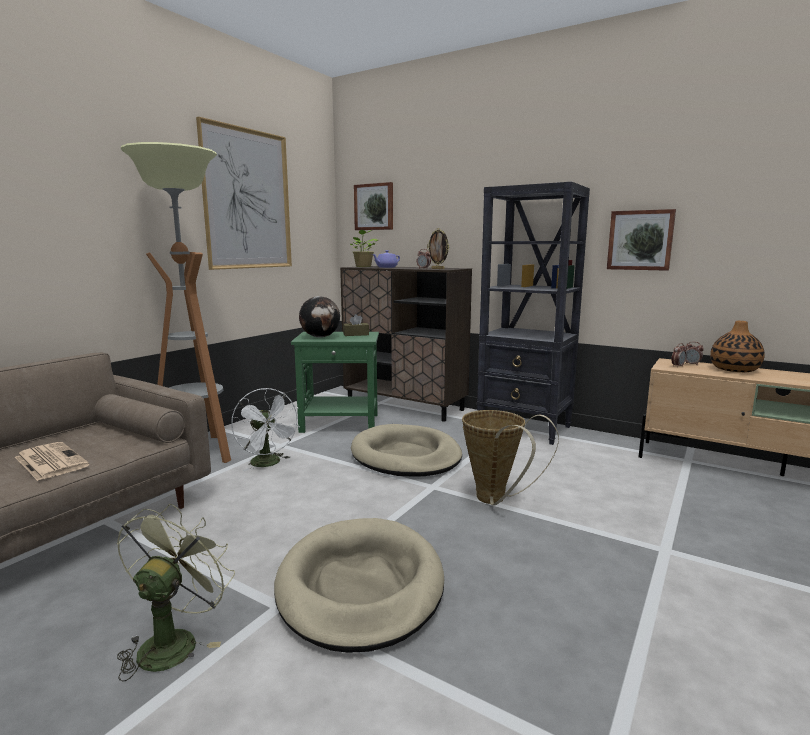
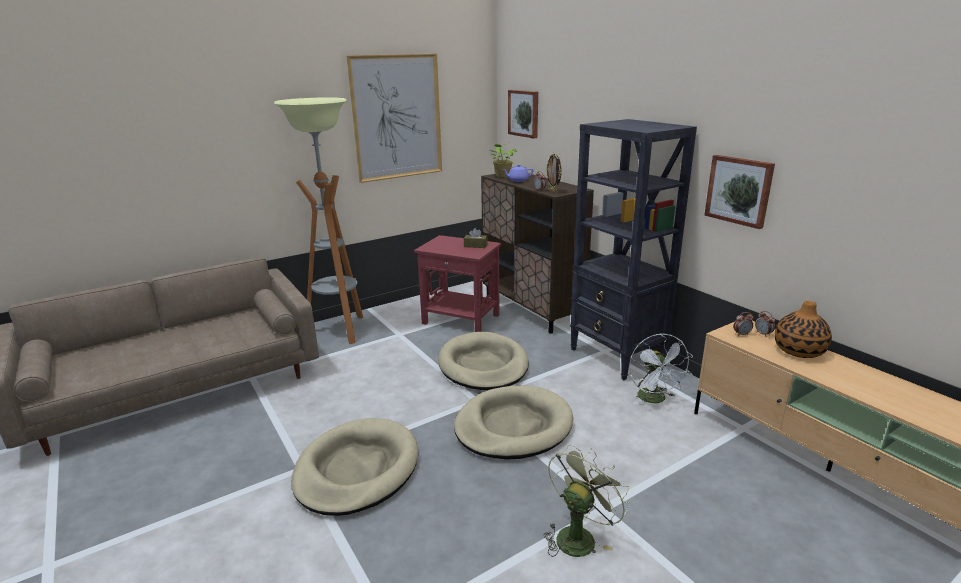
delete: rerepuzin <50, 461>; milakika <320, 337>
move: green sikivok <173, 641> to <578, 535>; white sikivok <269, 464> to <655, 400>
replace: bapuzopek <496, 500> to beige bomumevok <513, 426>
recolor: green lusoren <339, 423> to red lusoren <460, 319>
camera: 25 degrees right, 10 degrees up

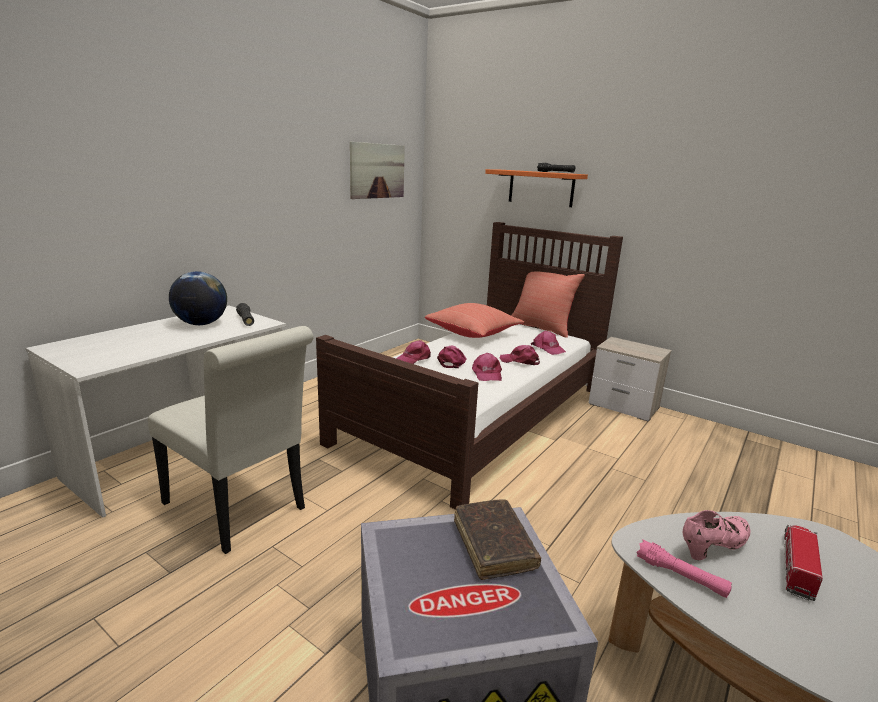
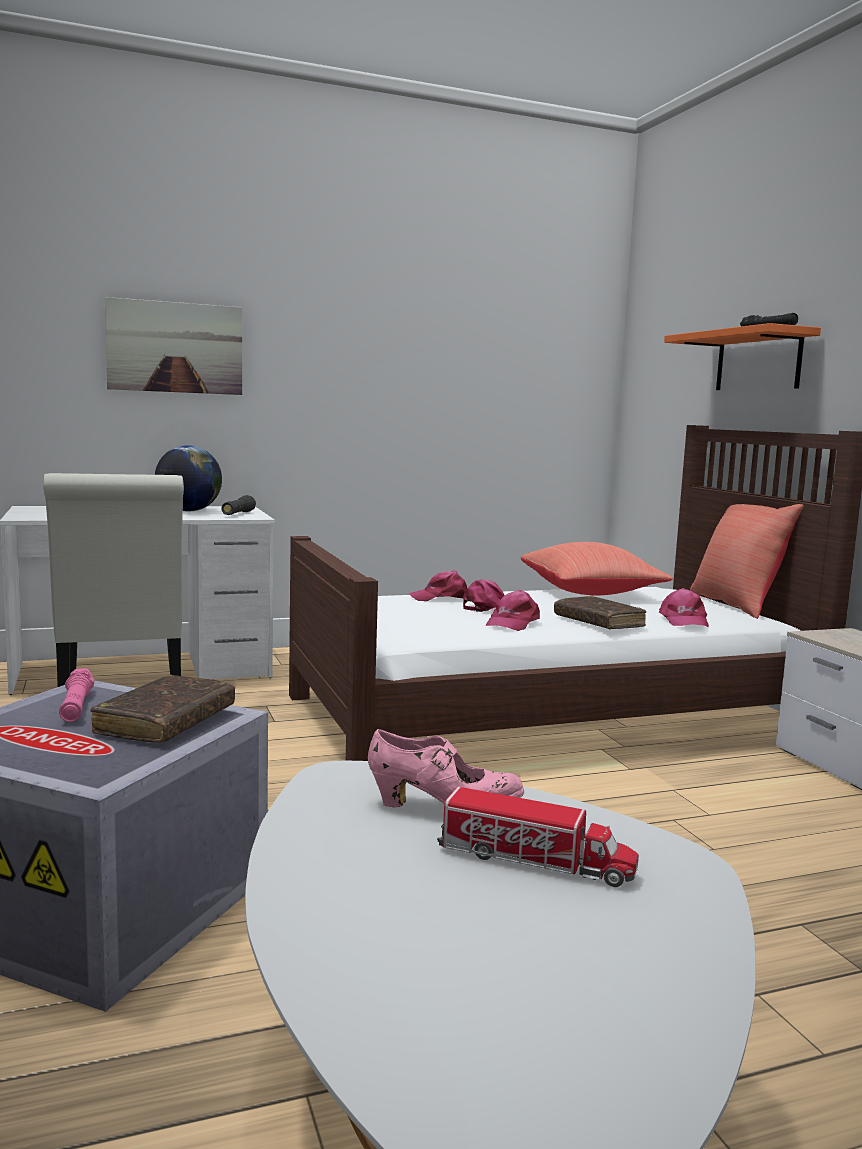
move: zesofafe <377, 171> to <175, 347>; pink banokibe <681, 576> to <76, 706>
replace: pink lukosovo <520, 361> to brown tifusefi <598, 622>
rotate: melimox <797, 566> = <535, 861> 45 degrees clockwise
camera: 35 degrees right, 10 degrees down

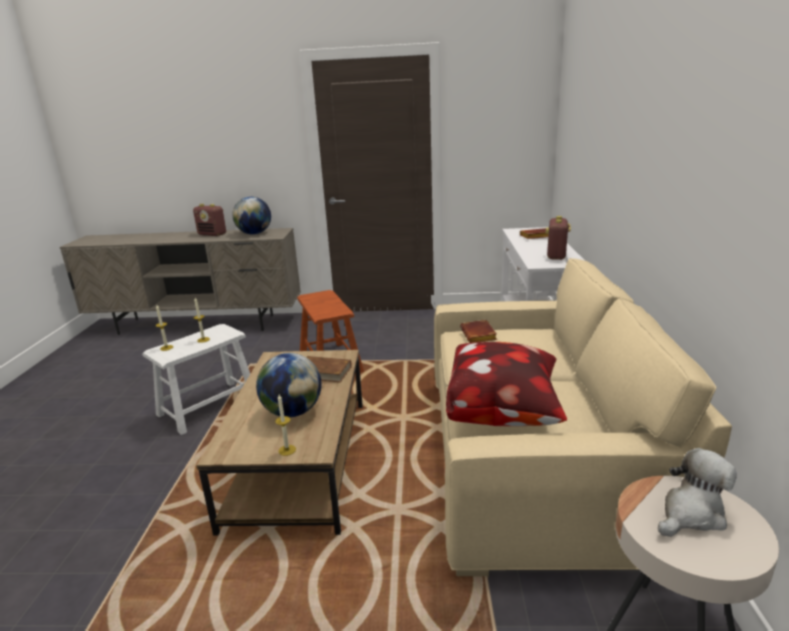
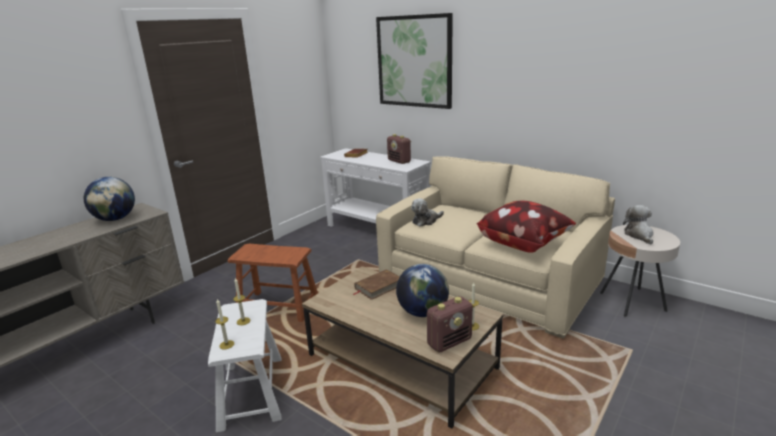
insert: zesofafe <414, 61>
move: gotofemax <212, 234> to <449, 342>
replace: brown tifusefi <479, 335> to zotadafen <426, 221>
camera: 55 degrees left, 0 degrees up

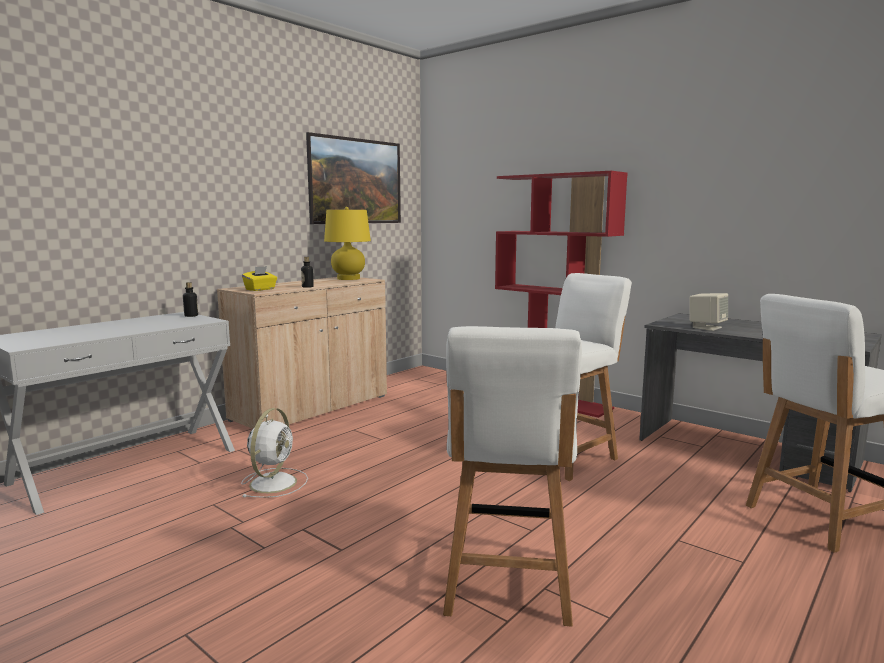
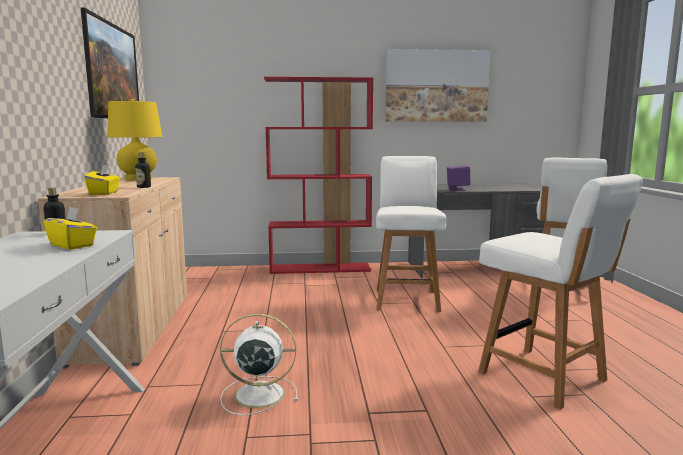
insert: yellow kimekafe <72, 245>; zesofafe <436, 86>
recolor: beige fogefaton <706, 327> to purple fogefaton <457, 189>
rotate: white sikivok <274, 482> = <257, 394> 60 degrees counterclockwise
camera: 45 degrees left, 0 degrees up

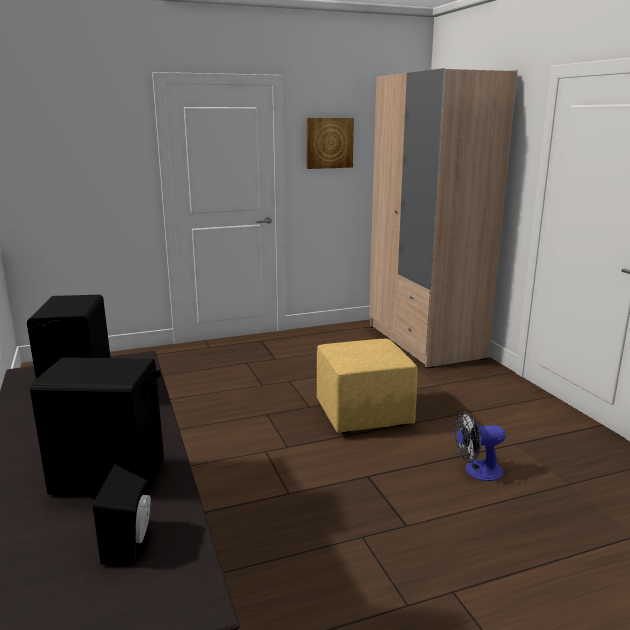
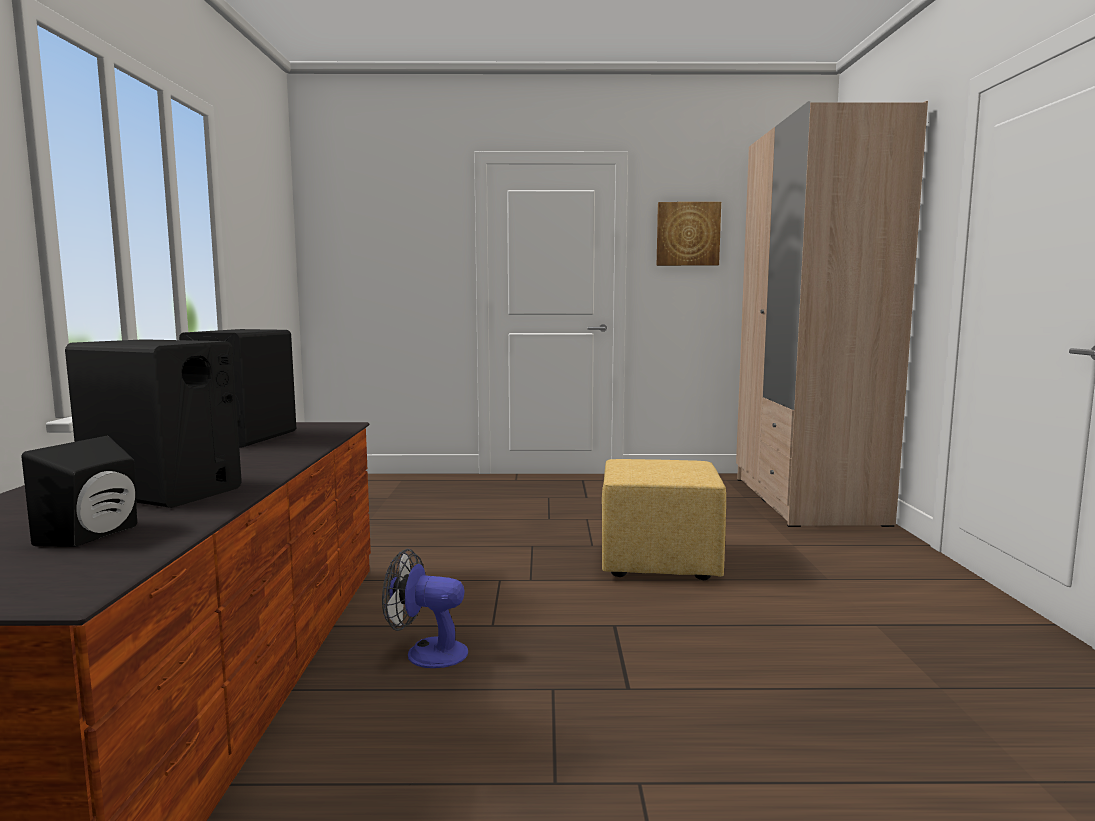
move: sikivok <477, 471> to <426, 652>
camera: 20 degrees right, 10 degrees down

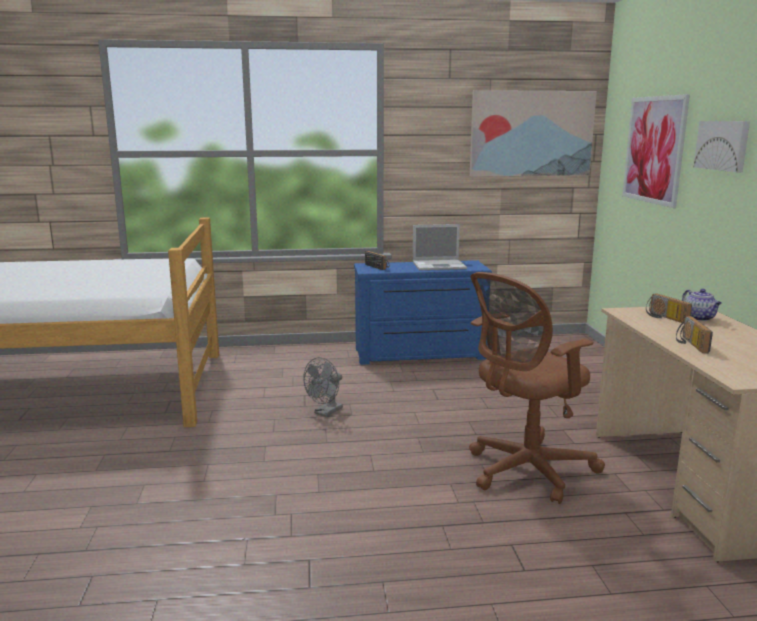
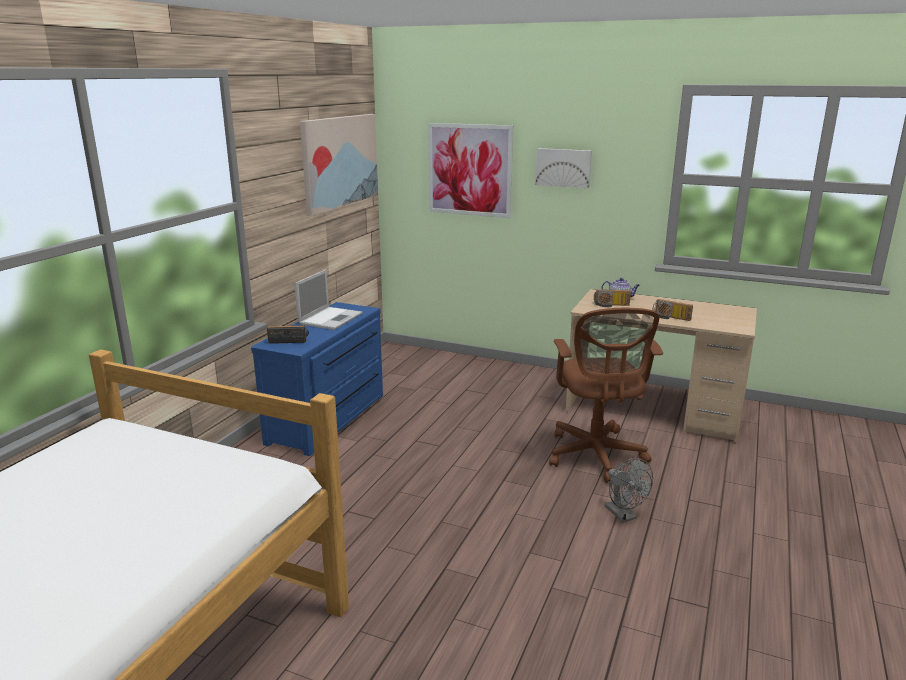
move: grey sikivok <325, 412> to <624, 515>
camera: 60 degrees left, 5 degrees up

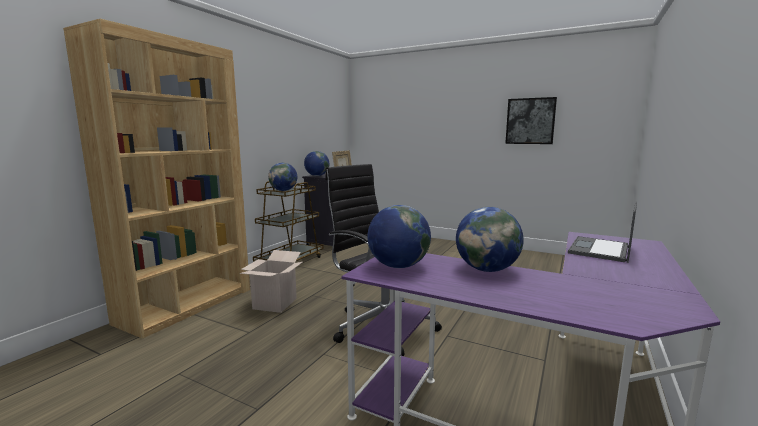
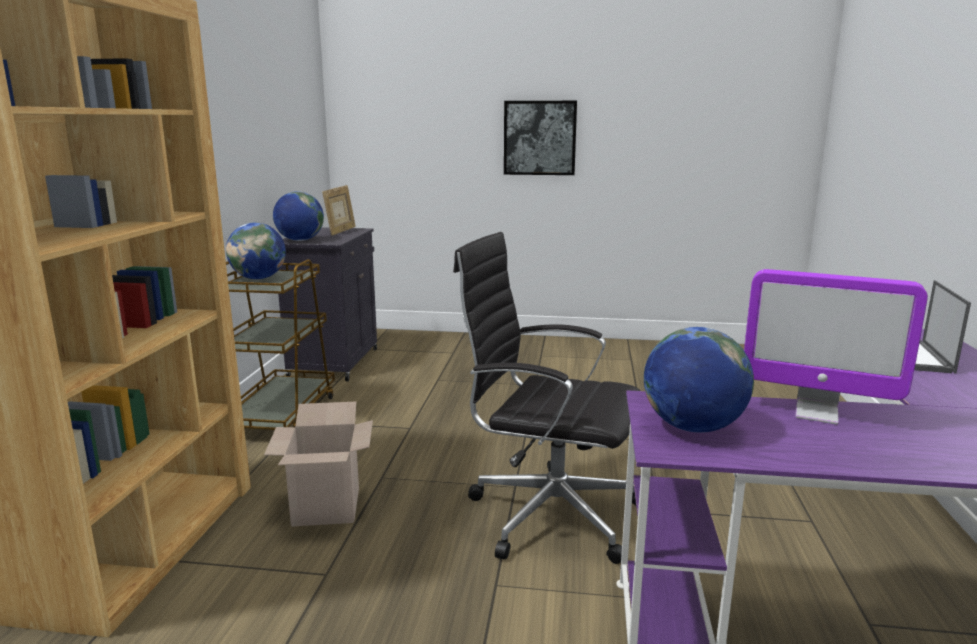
move: zesofafe <530, 121> to <539, 138>
replace: milakika <487, 269> to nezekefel <816, 413>
camera: 20 degrees left, 5 degrees up

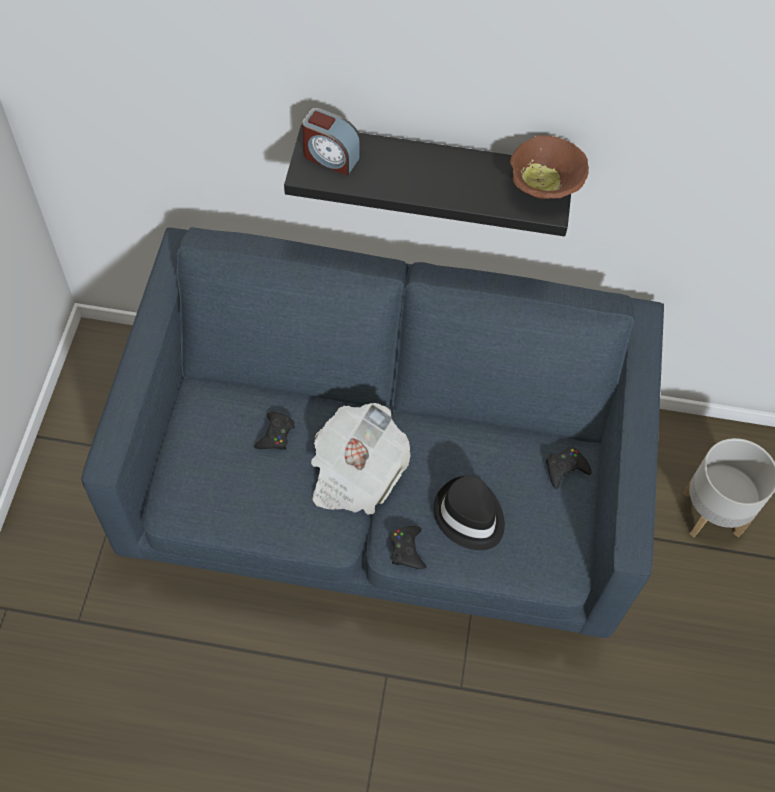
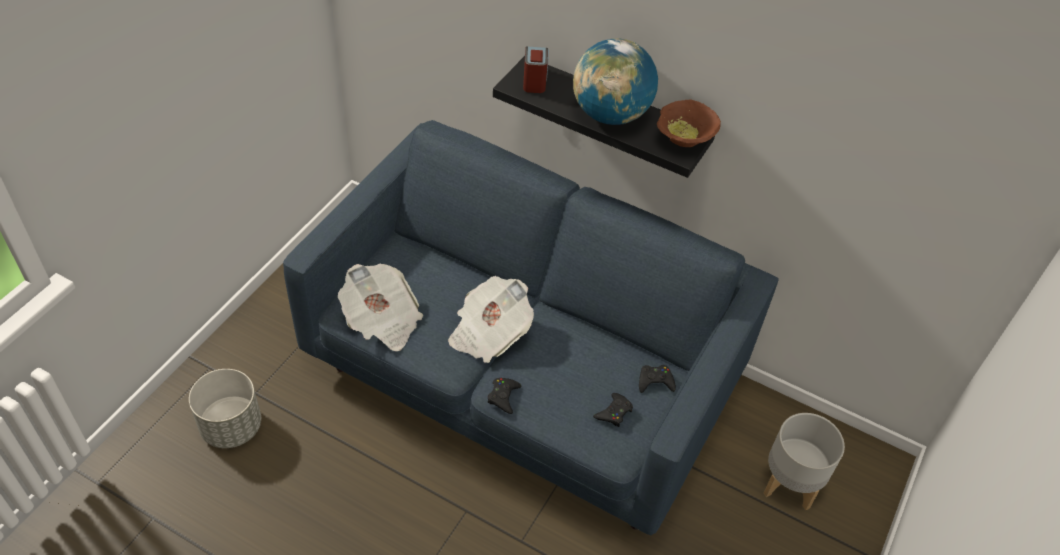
delete: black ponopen <469, 516>
insert: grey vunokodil <231, 426>; rerepuzin <382, 320>; milakika <610, 115>
move: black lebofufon <275, 435> to <614, 412>
rotate: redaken <330, 157> = <535, 80> 135 degrees counterclockwise
camera: 20 degrees right, 10 degrees down

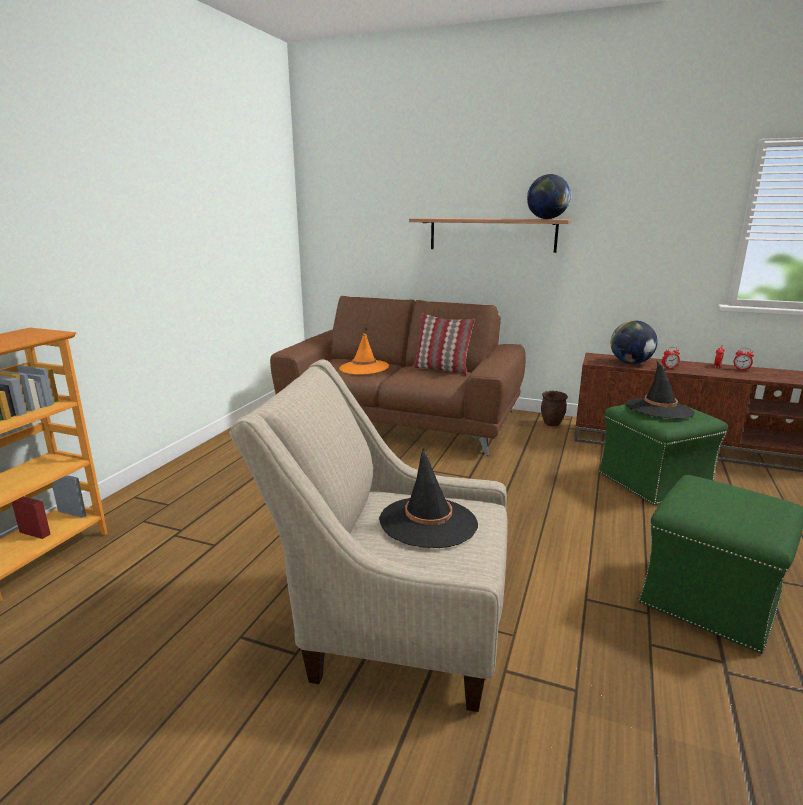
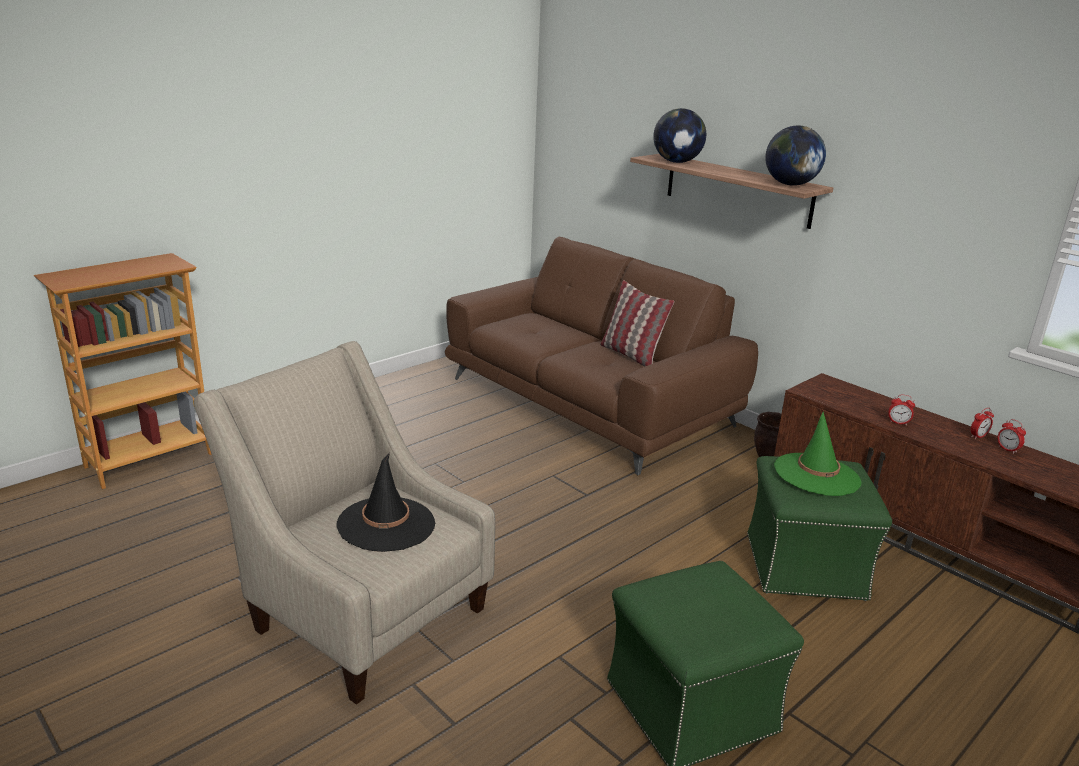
delete: orange ponopen <364, 368>
move: milakika <630, 363> to <677, 162>
recolor: black ponopen <659, 409> to green ponopen <816, 475>
camera: 25 degrees right, 5 degrees up

